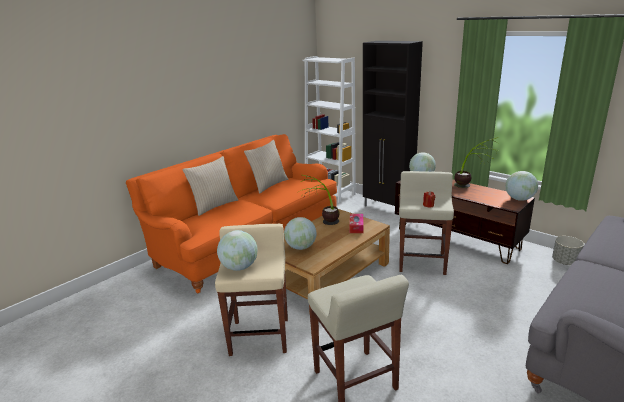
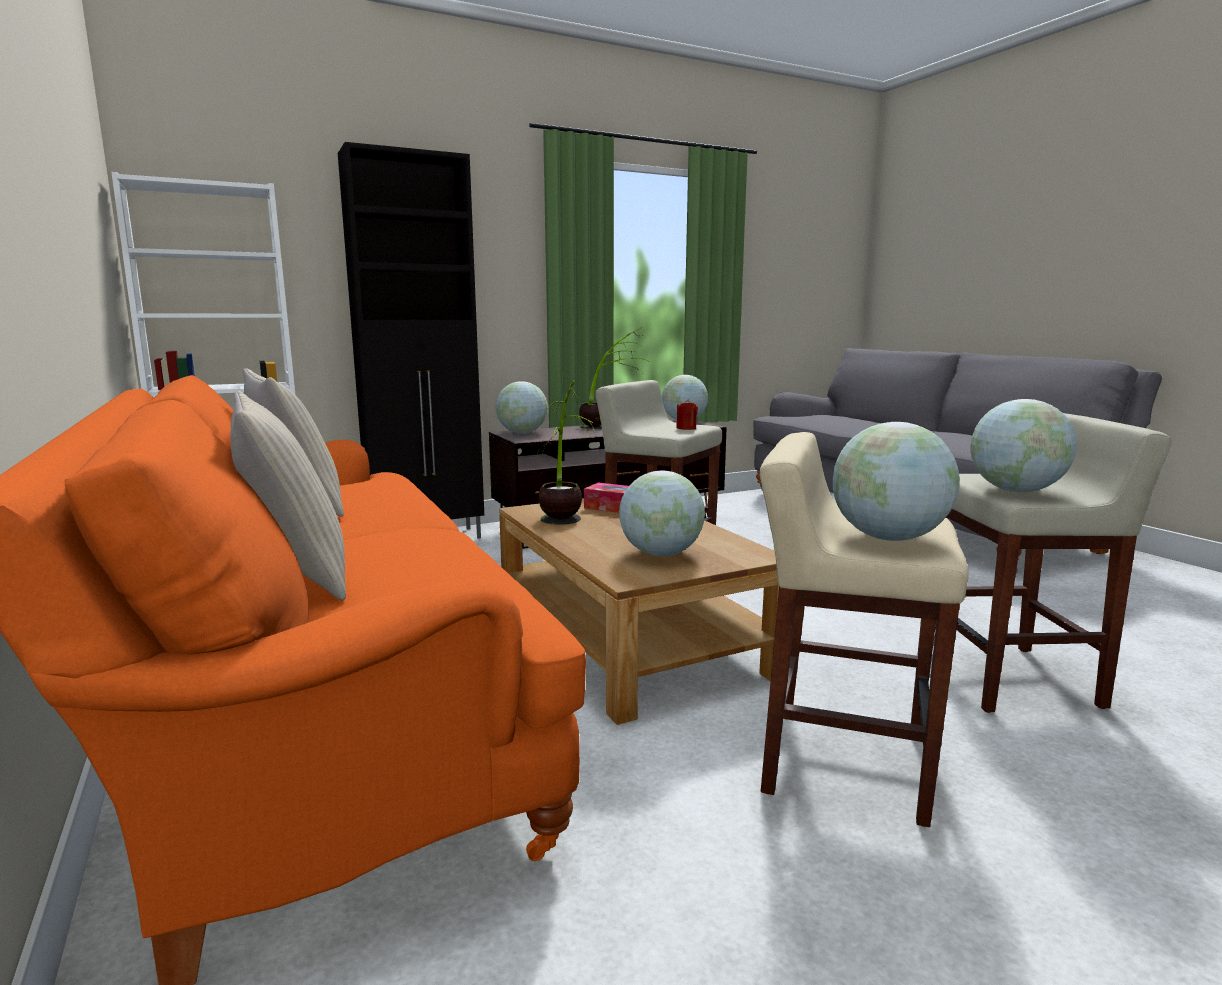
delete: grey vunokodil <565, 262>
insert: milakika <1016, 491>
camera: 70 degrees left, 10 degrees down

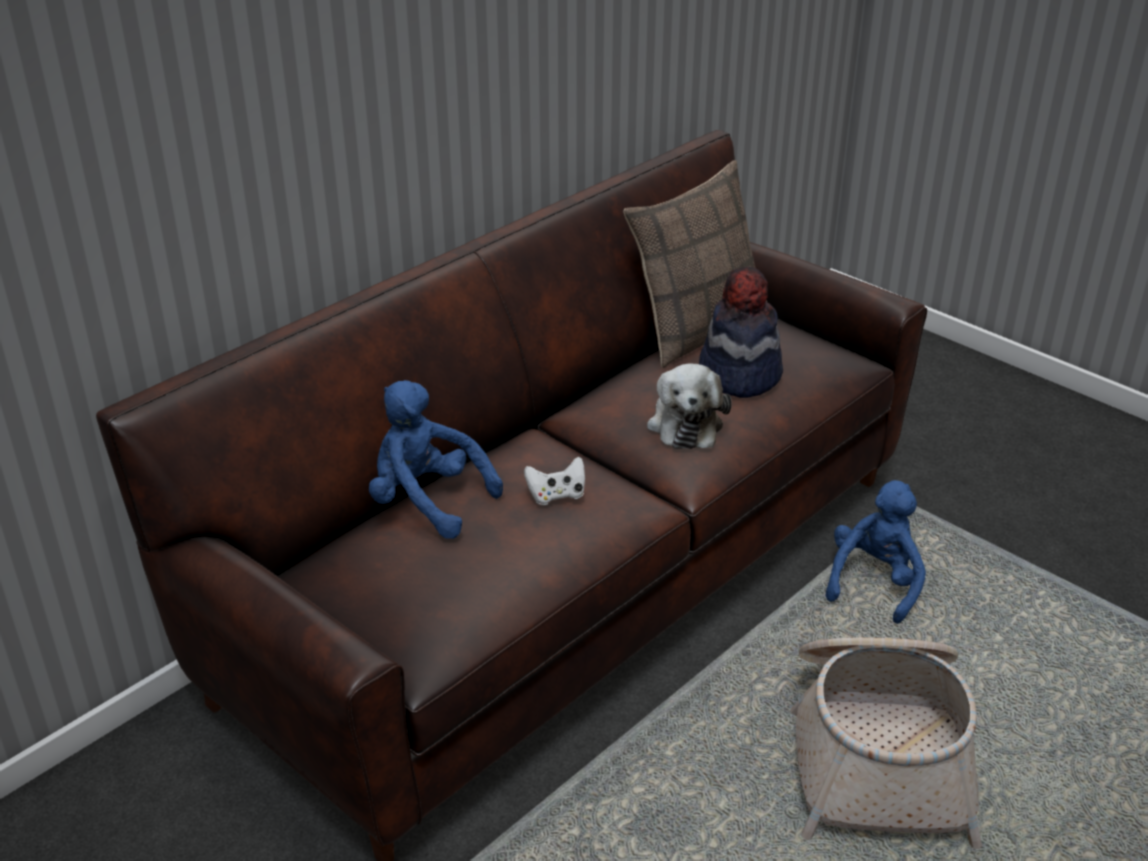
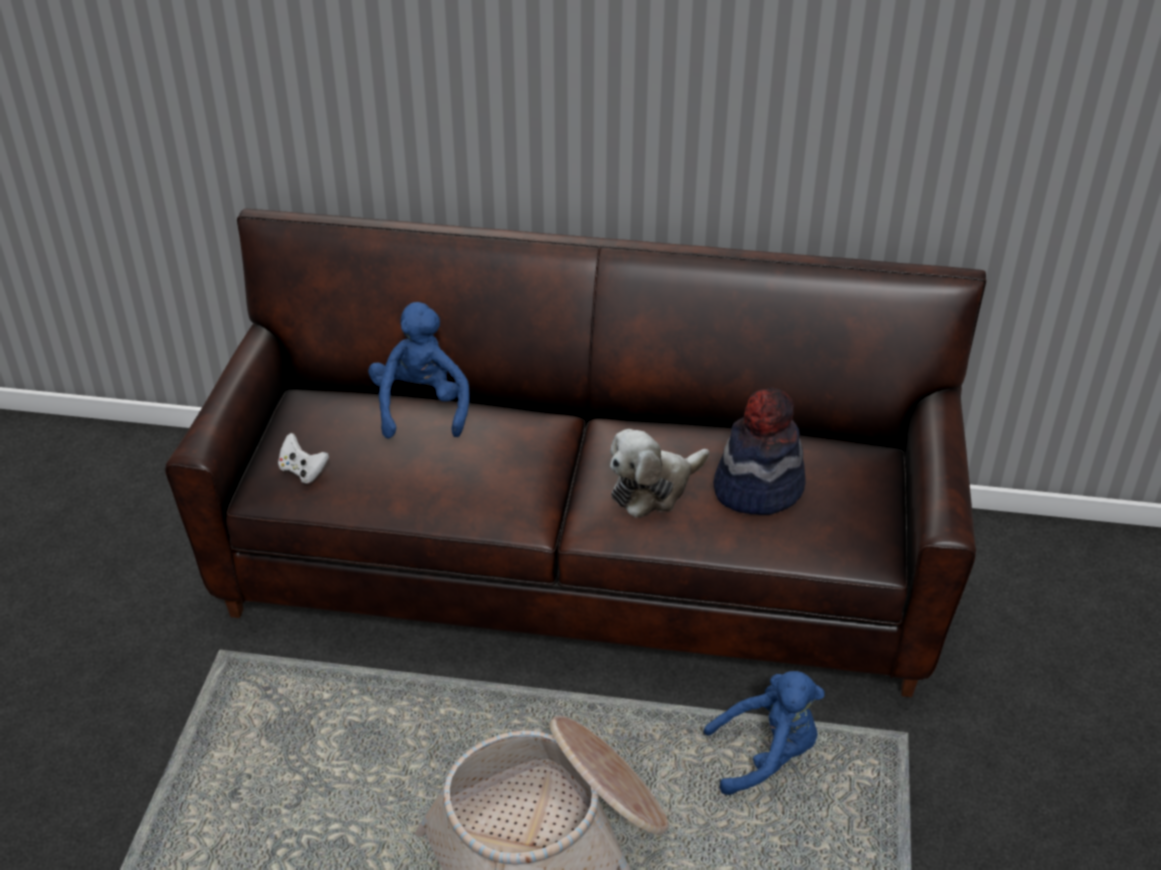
delete: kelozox <697, 329>
move: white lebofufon <556, 495> to <303, 471>
camera: 55 degrees right, 5 degrees up

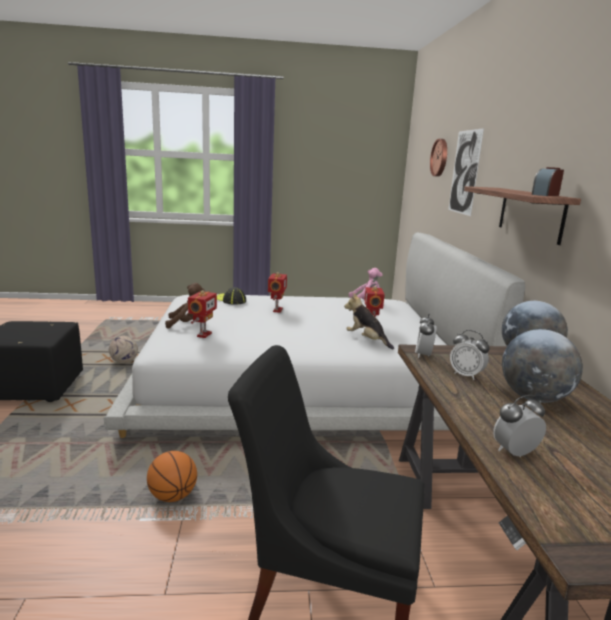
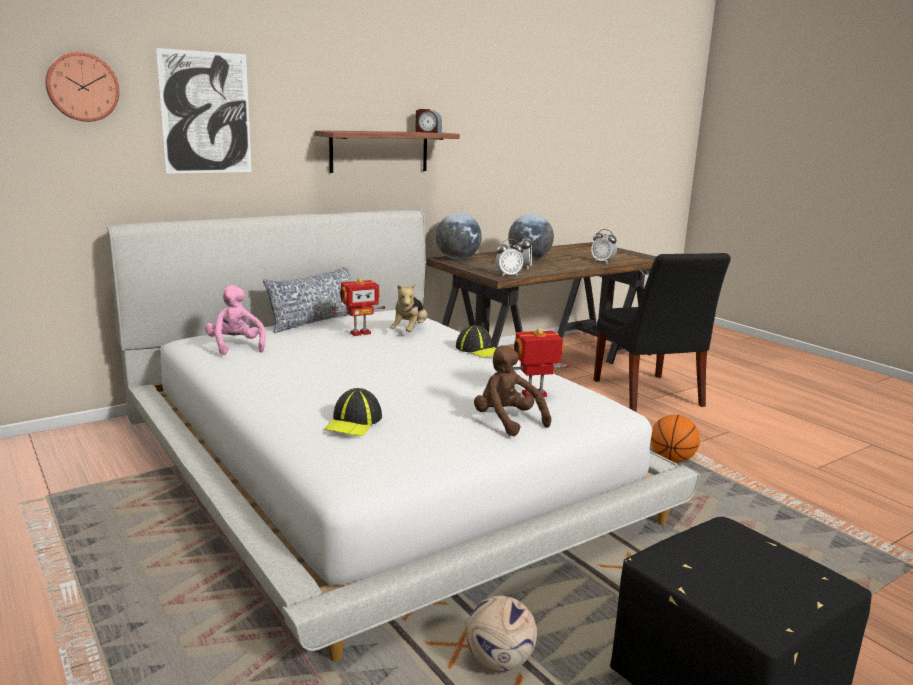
delete: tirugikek <276, 310>
insert: kelozox <315, 321>; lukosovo <480, 350>
camera: 120 degrees left, 0 degrees up

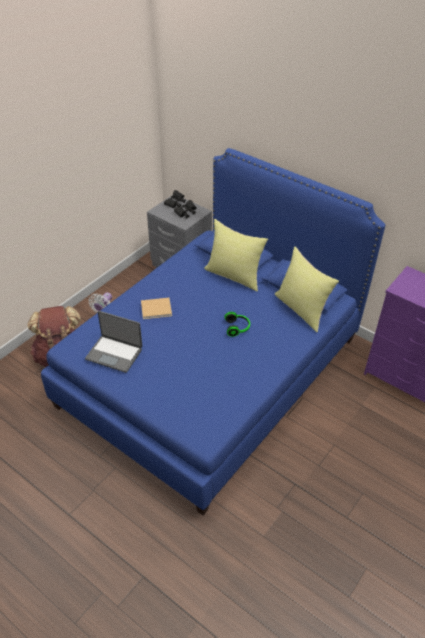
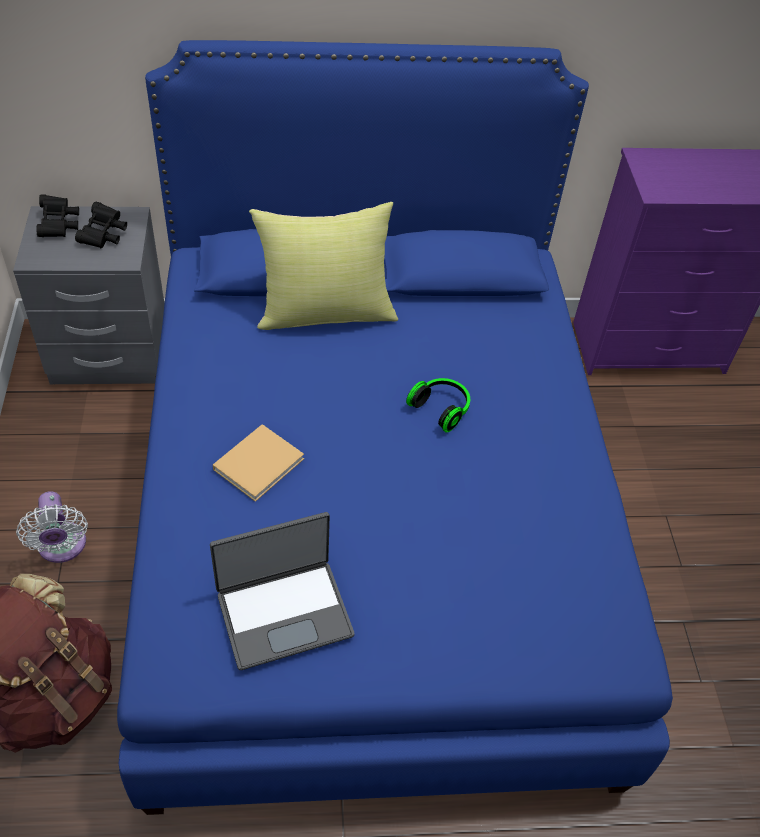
delete: yellow kelozox <302, 309>
camera: 45 degrees left, 5 degrees up

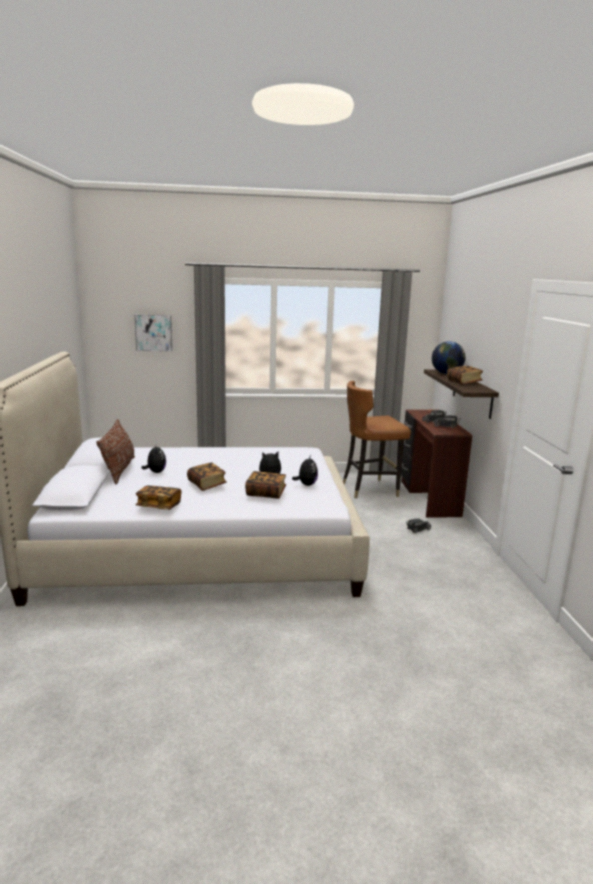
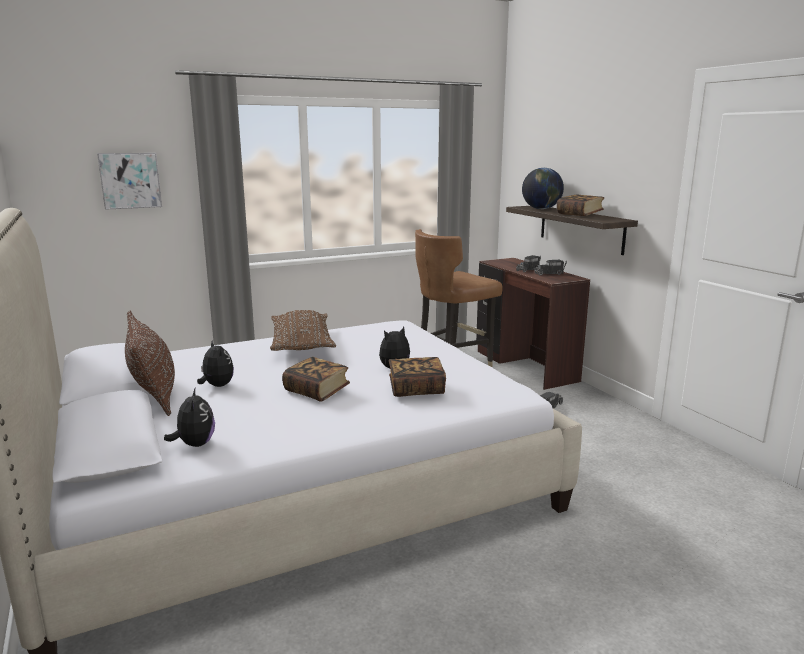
delete: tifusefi <159, 506>
insert: brown kelozox <302, 344>
move: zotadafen <306, 484> to <195, 444>
camera: 20 degrees left, 0 degrees up

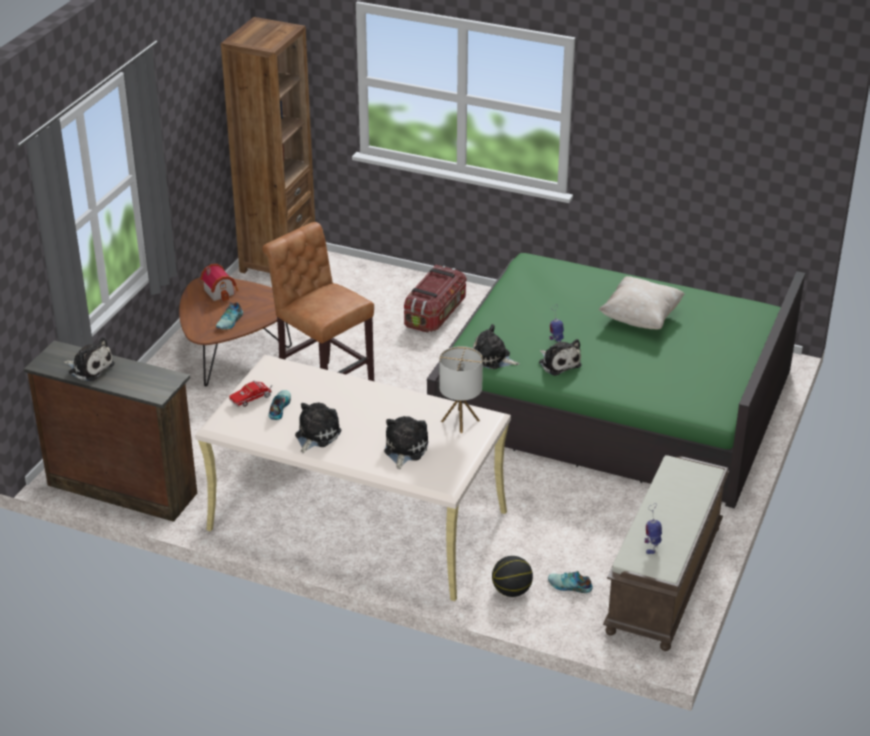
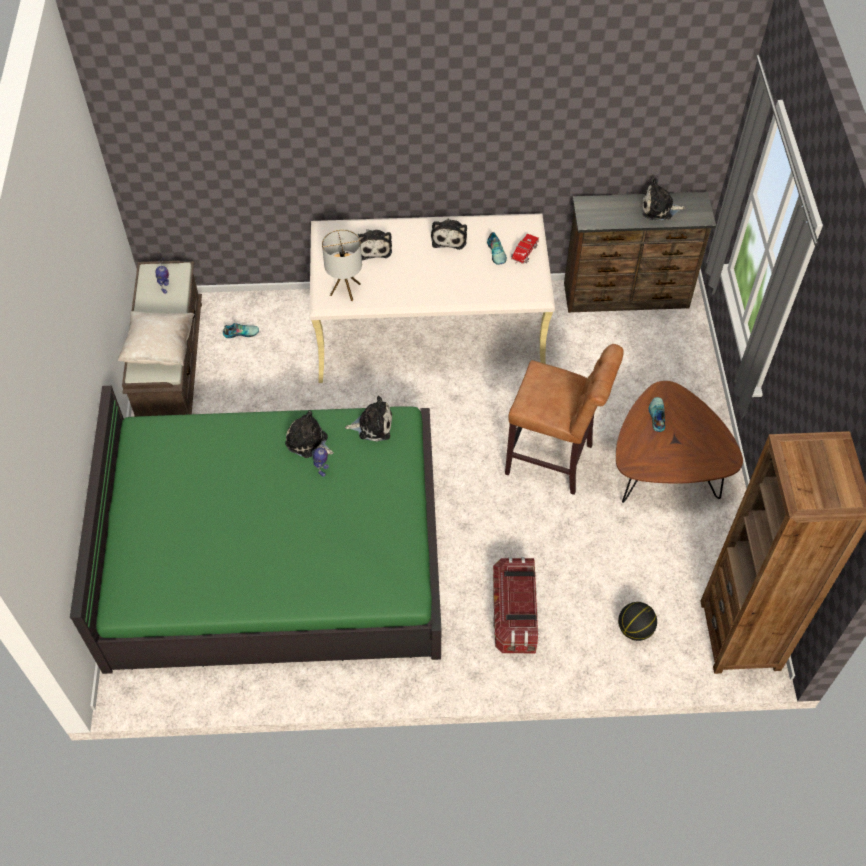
delete: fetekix <220, 291>
move: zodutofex <512, 591> to <634, 629>; beige kelozox <640, 318> to <160, 349>
camera: 155 degrees right, 20 degrees up

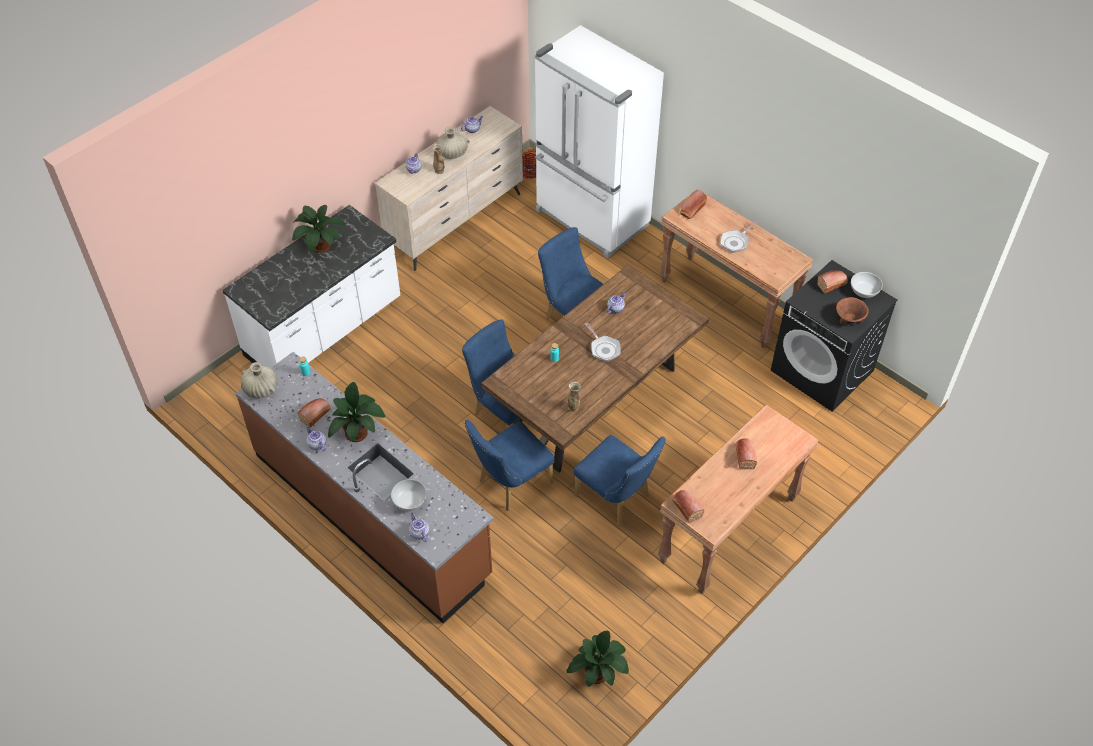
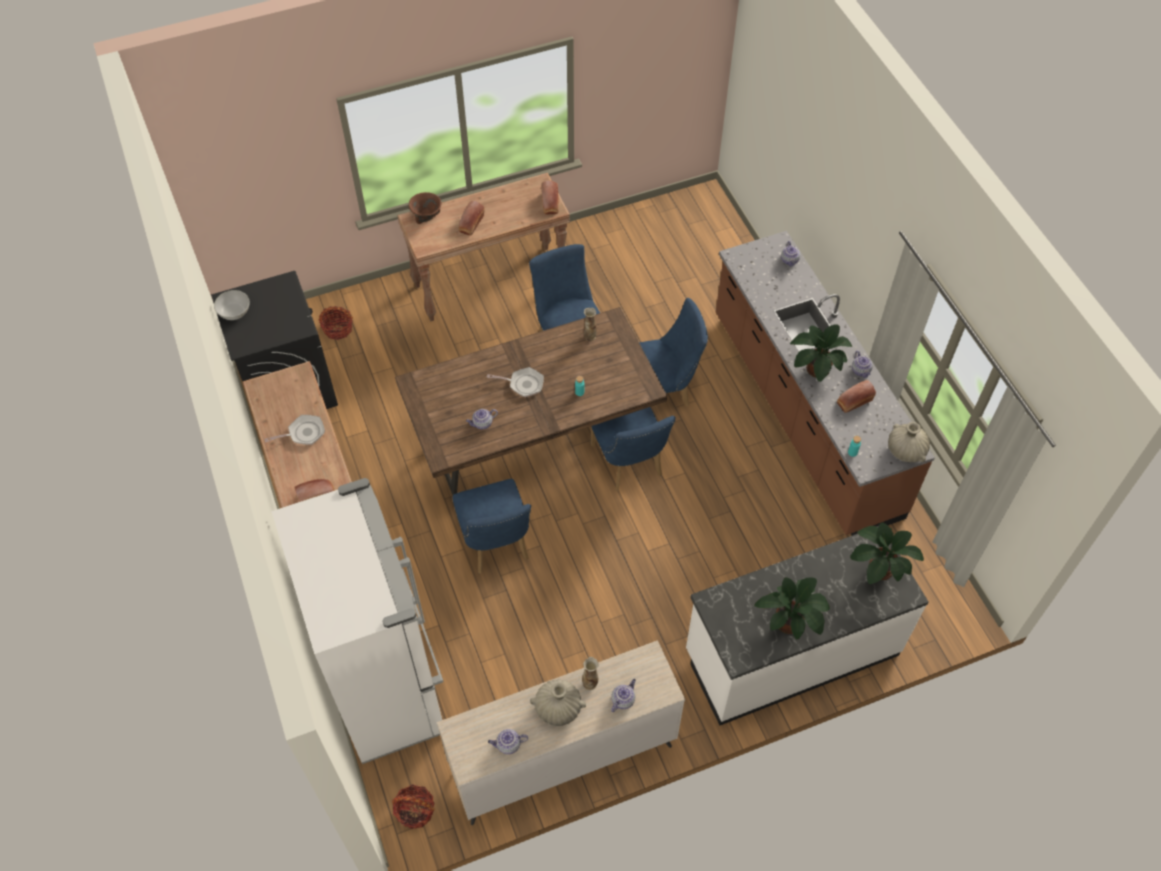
delete: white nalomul <410, 502>; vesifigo <832, 284>
insert: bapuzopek <338, 329>
move: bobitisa <598, 672> to <878, 568>; brown nalomul <849, 319> to <426, 216>
rotate: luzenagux <604, 348> = <523, 384> 105 degrees clockwise
camera: 155 degrees left, 5 degrees up

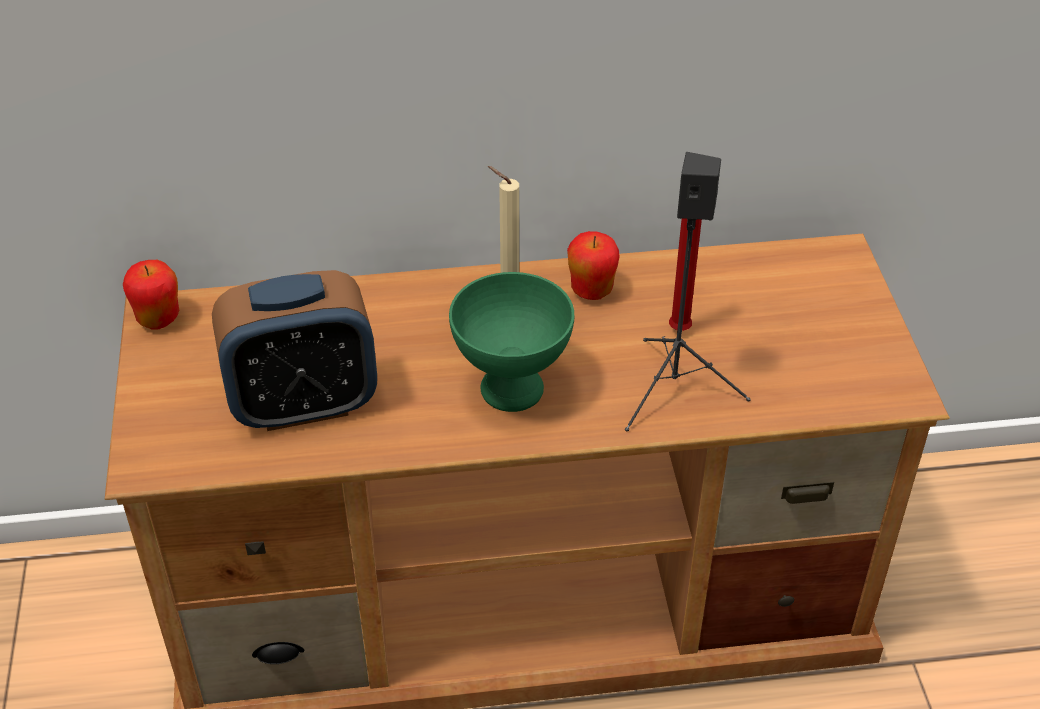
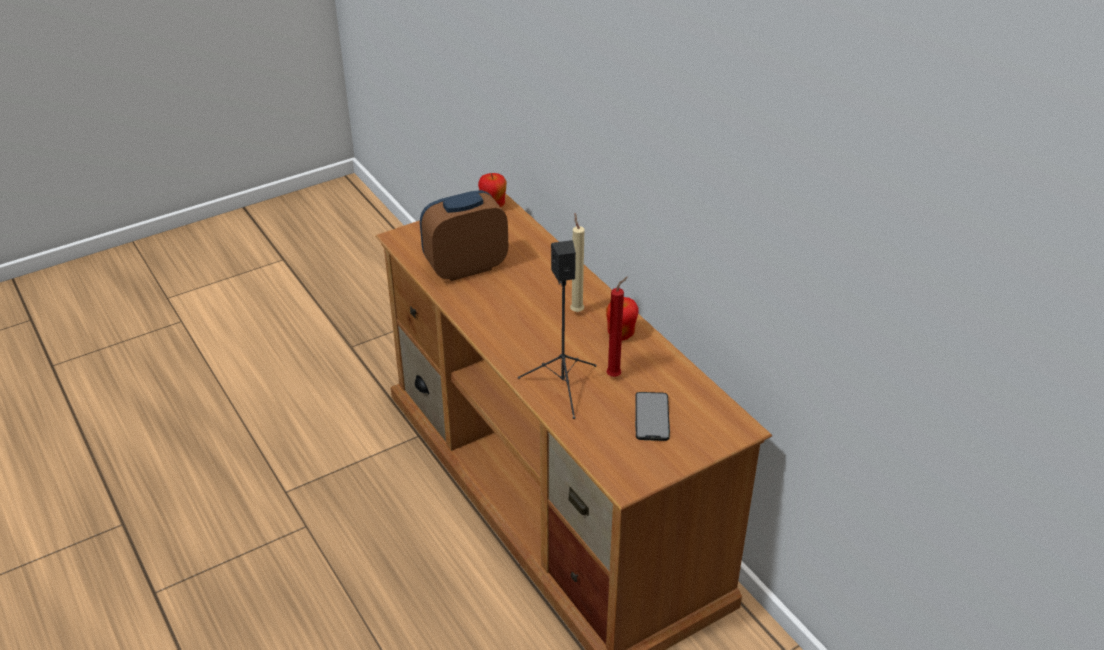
delete: green nalomul <513, 388>
insert: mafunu <652, 416>
rotate: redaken <303, 404> = <466, 267> 105 degrees clockwise
camera: 65 degrees right, 5 degrees down

